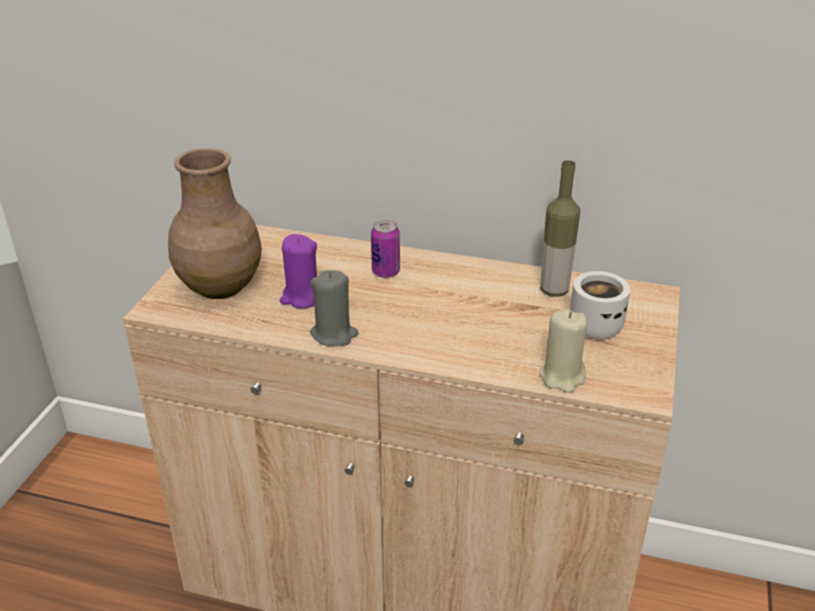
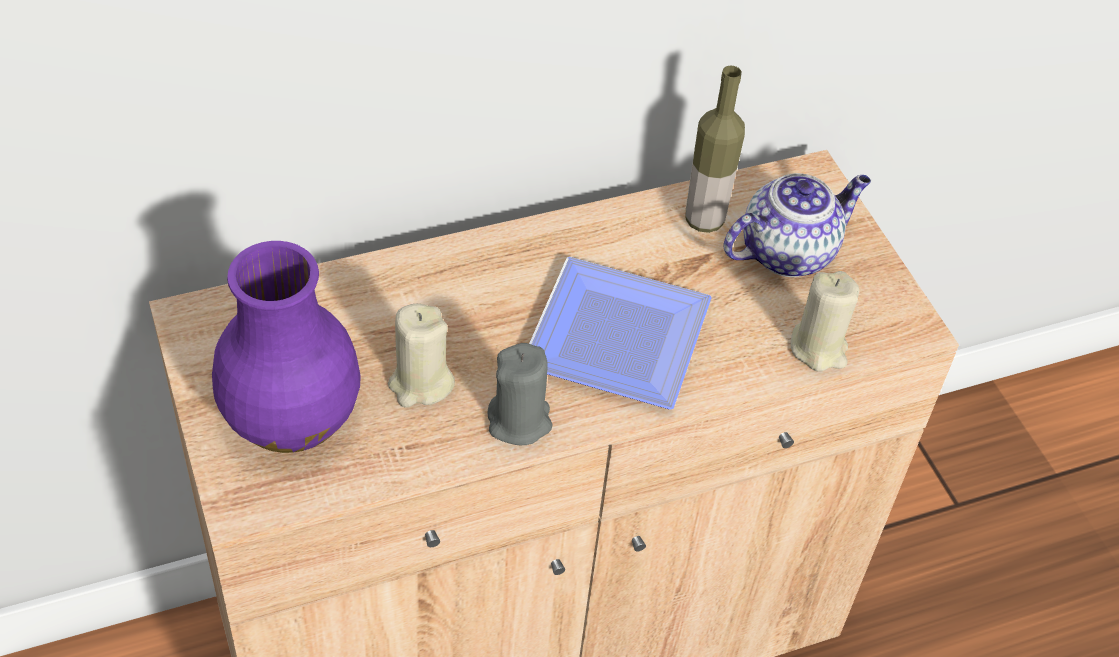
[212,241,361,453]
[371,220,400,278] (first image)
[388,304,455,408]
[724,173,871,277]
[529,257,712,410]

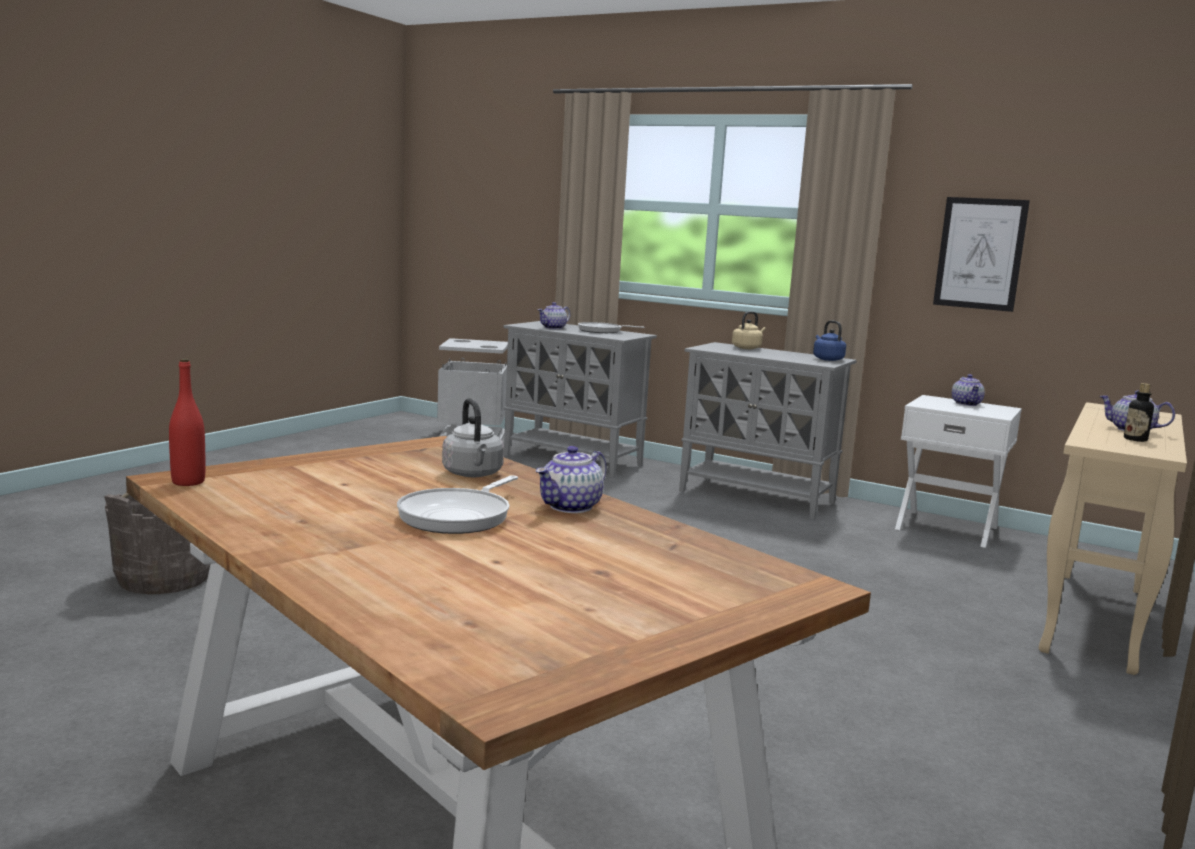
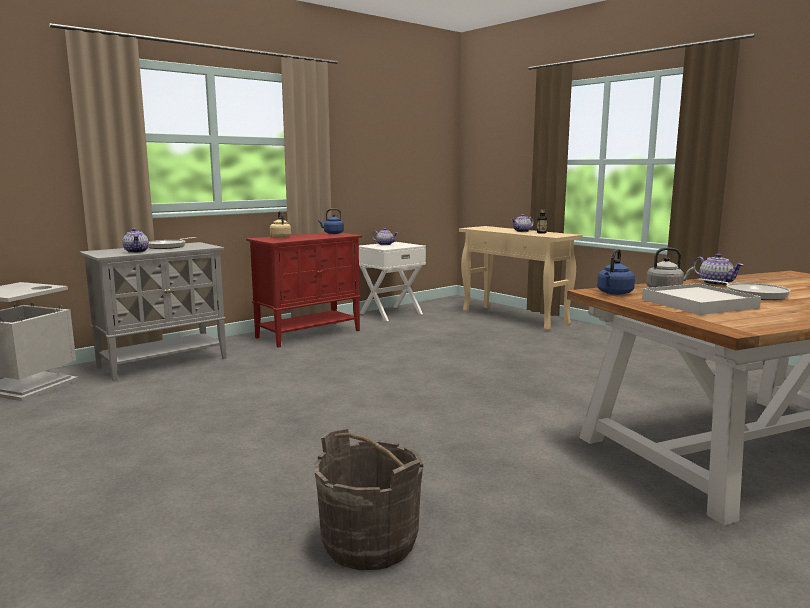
[933,197,1030,312] (first image)
[246,232,362,348]
[169,359,205,486] (first image)
[597,249,635,295]
[642,283,761,315]

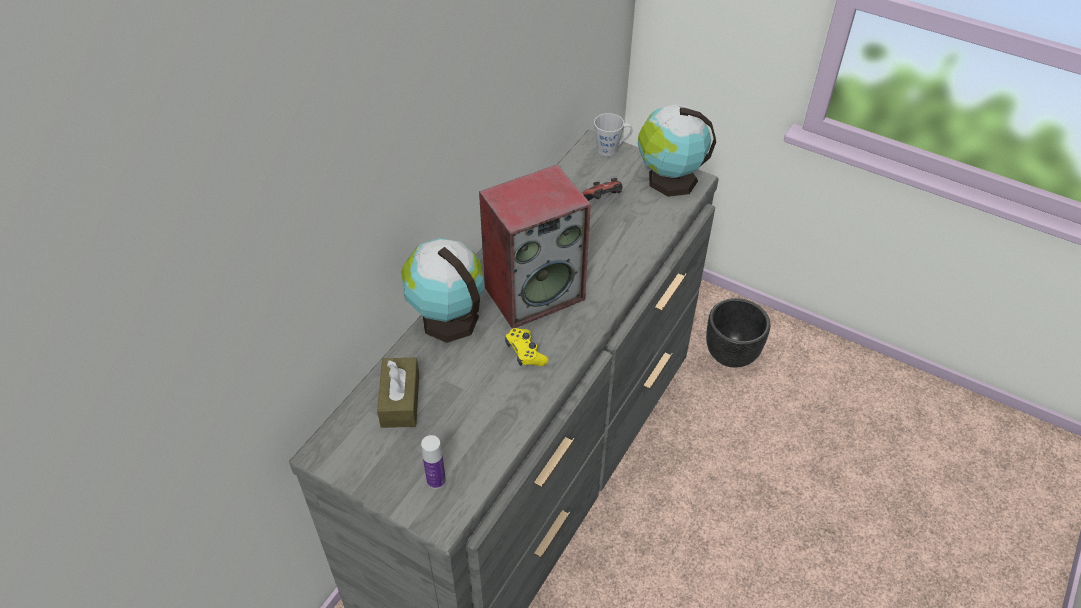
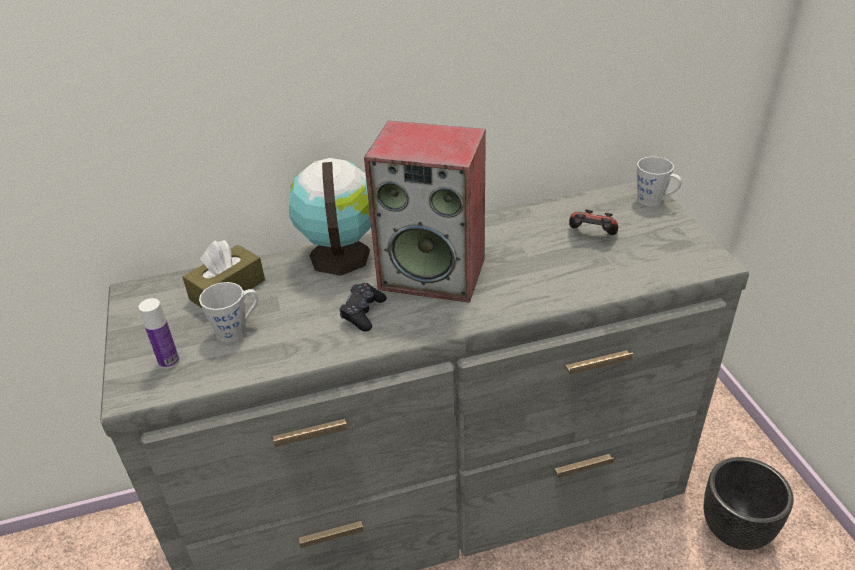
[638,104,716,197] (first image)
[339,283,387,331]
[199,282,259,343]

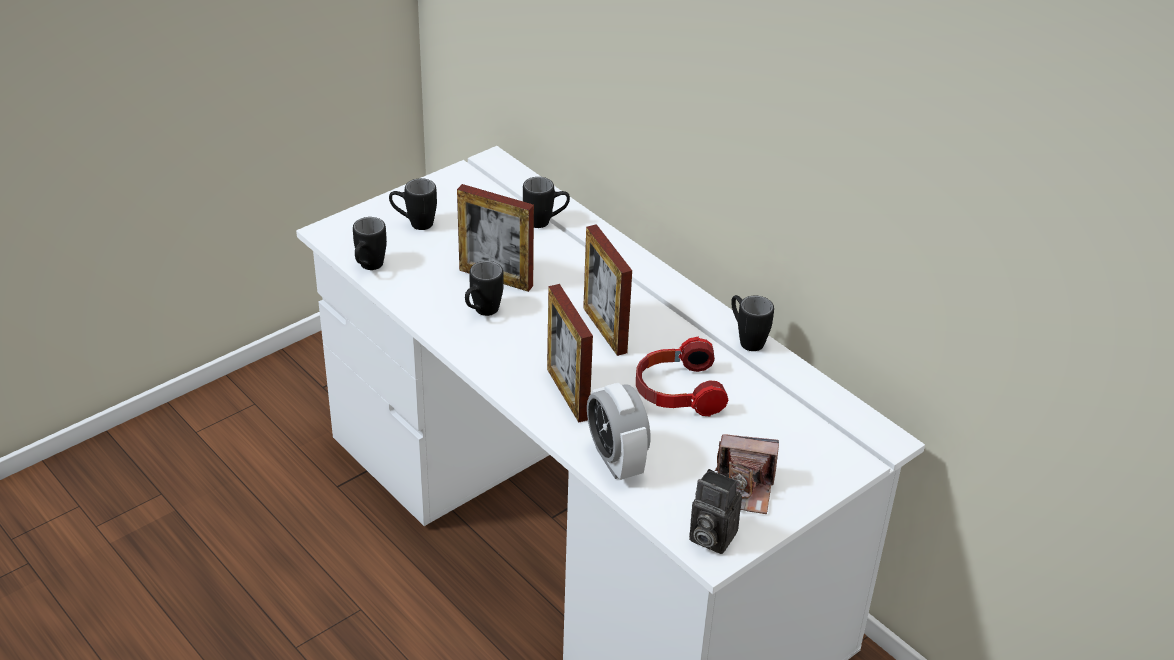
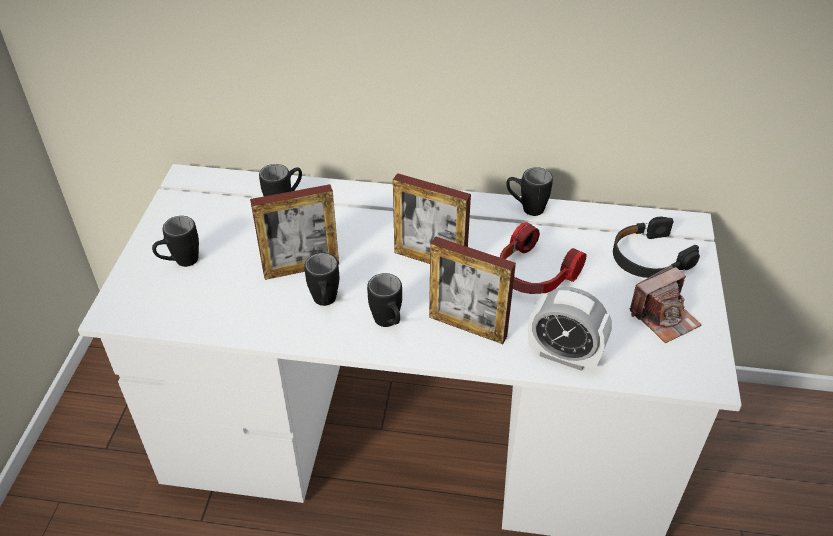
[367,273,402,327]
[689,469,742,554] (first image)
[613,216,700,278]

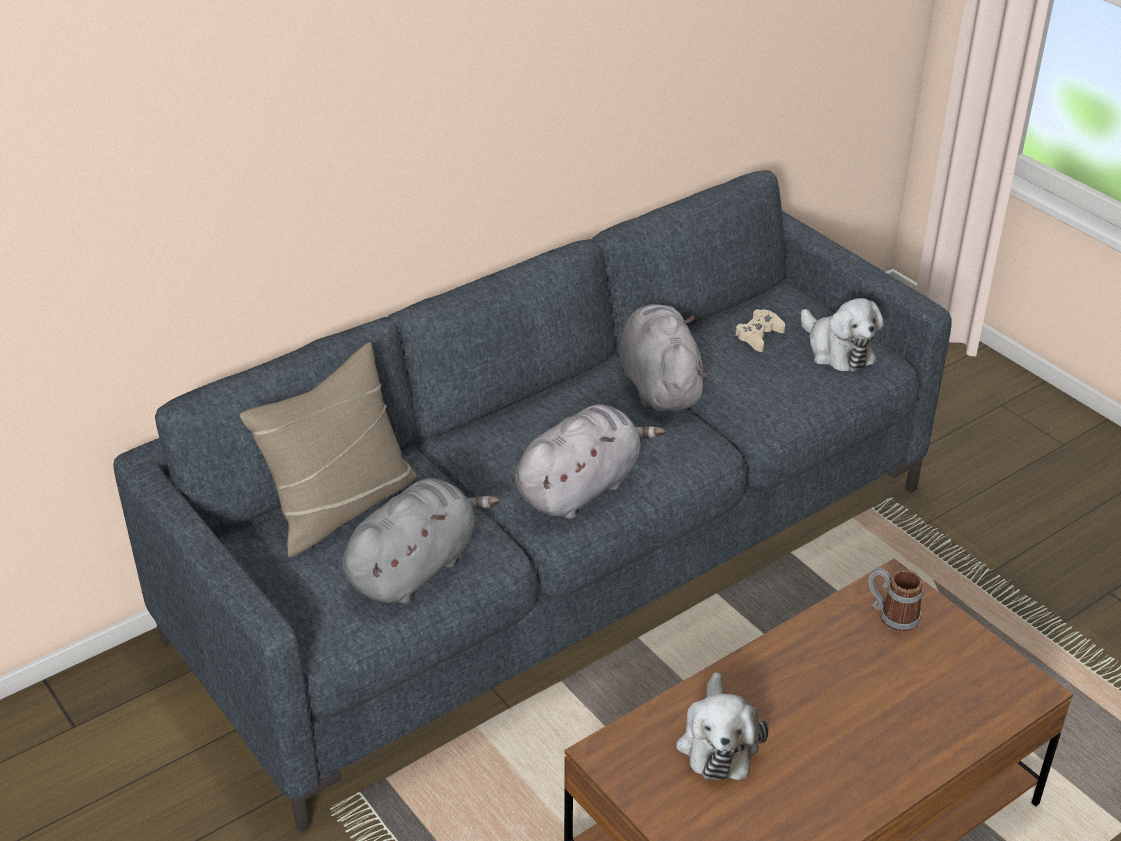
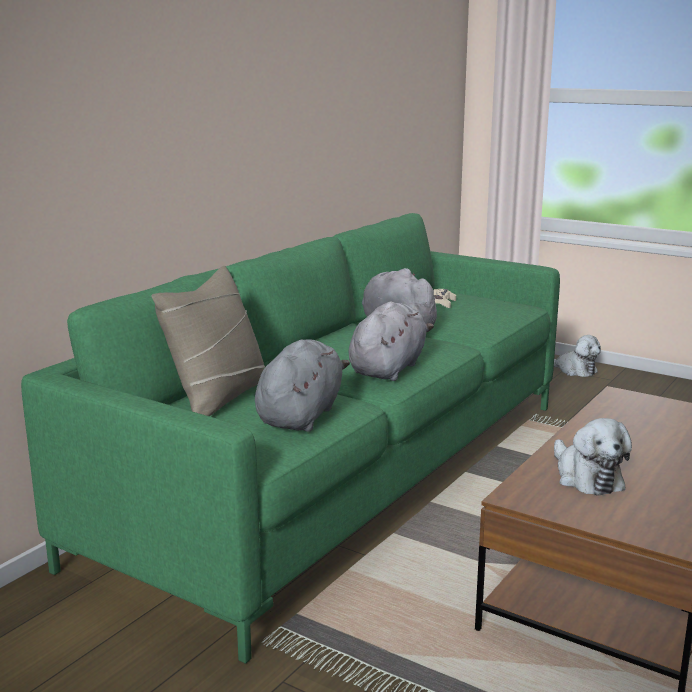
[21,213,560,664]
[554,335,601,377]
[869,568,923,632] (first image)

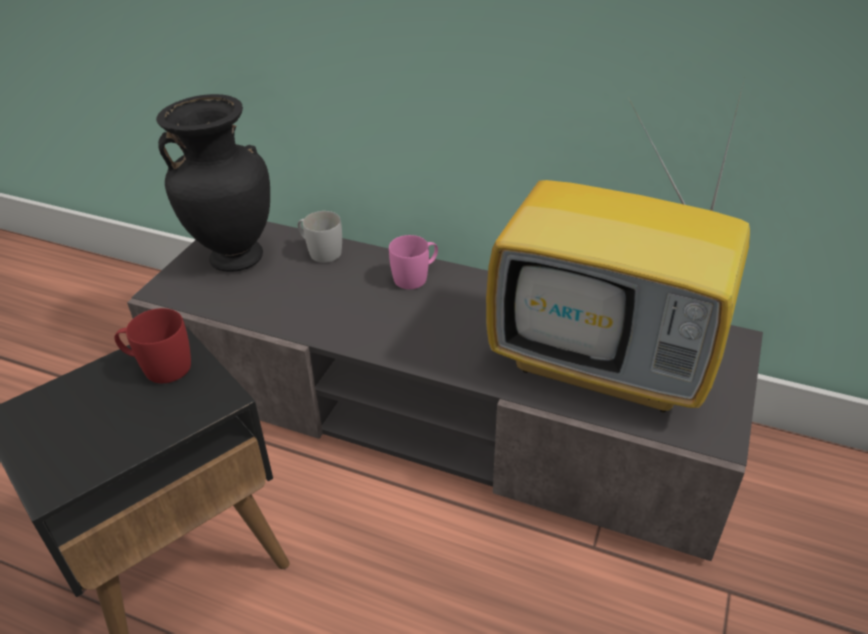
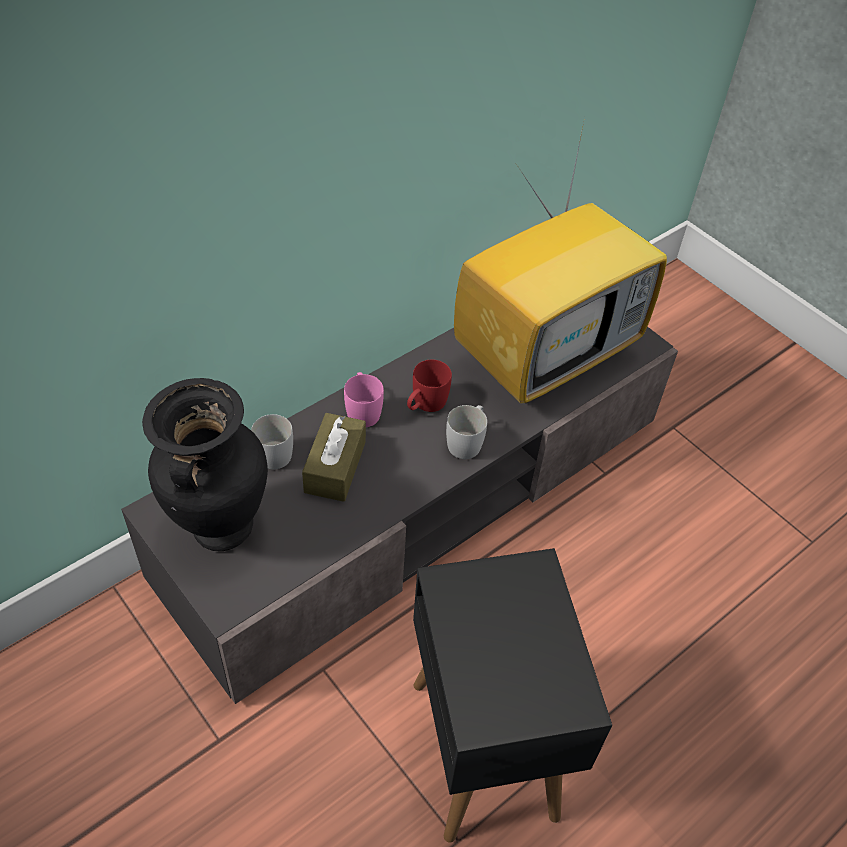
[407,360,452,412]
[446,405,487,459]
[302,413,366,502]

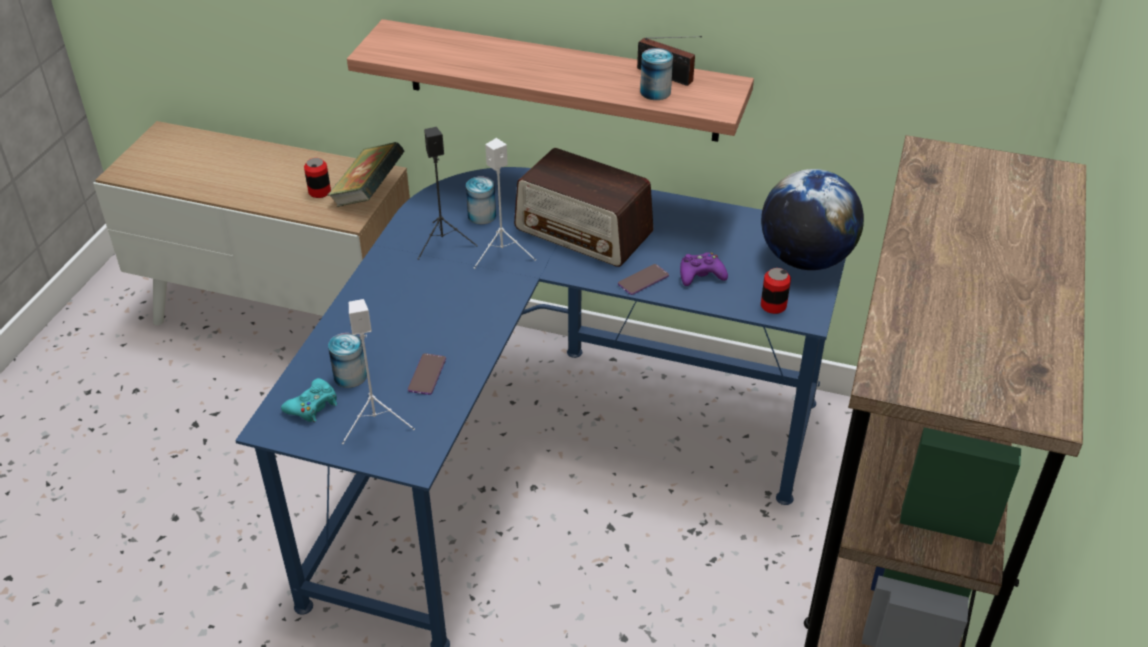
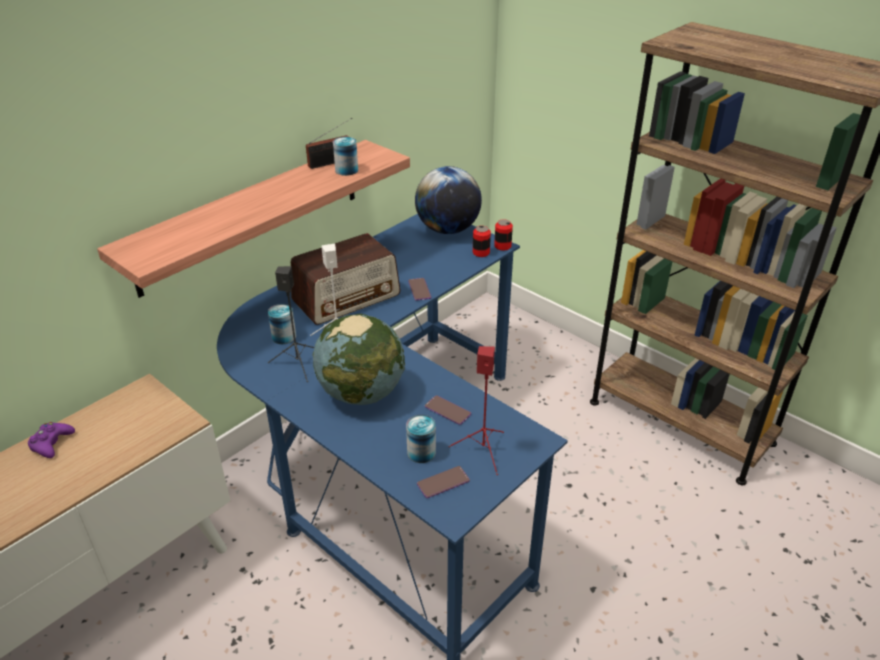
[327,142,405,207] (first image)
[494,219,513,251]
[28,422,75,458]
[448,346,504,475]
[417,466,470,498]
[313,314,405,405]

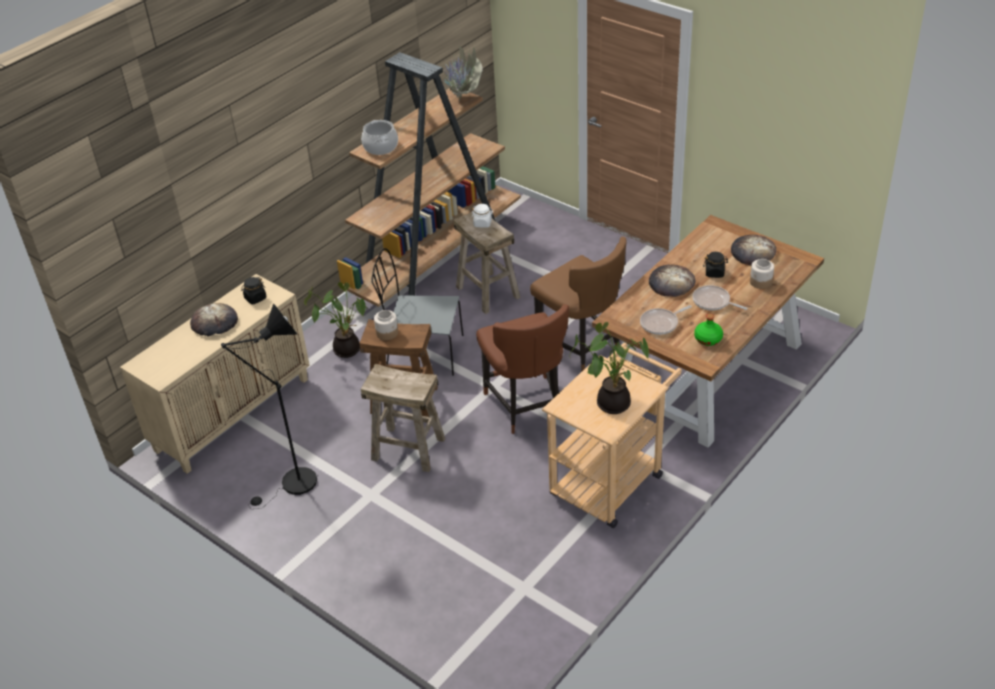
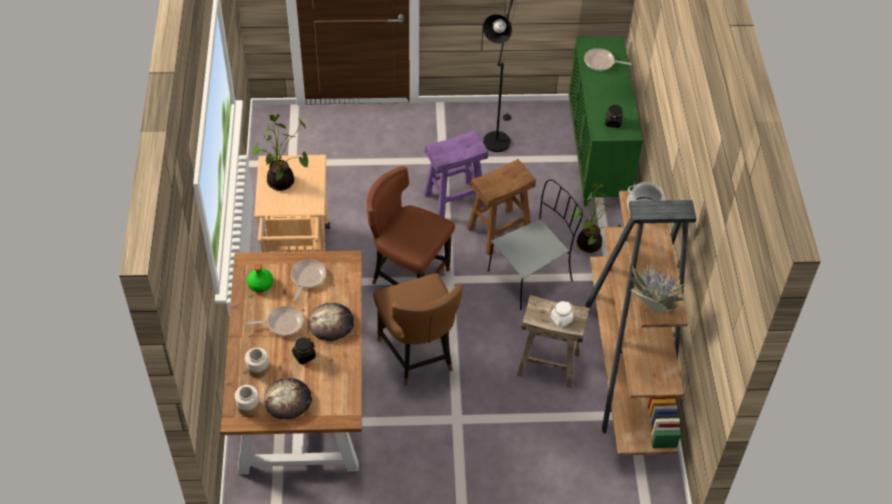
[373,273,463,385]
[569,37,643,206]
[190,303,238,336] (first image)
[235,385,260,416]
[424,130,488,218]
[584,48,631,71]

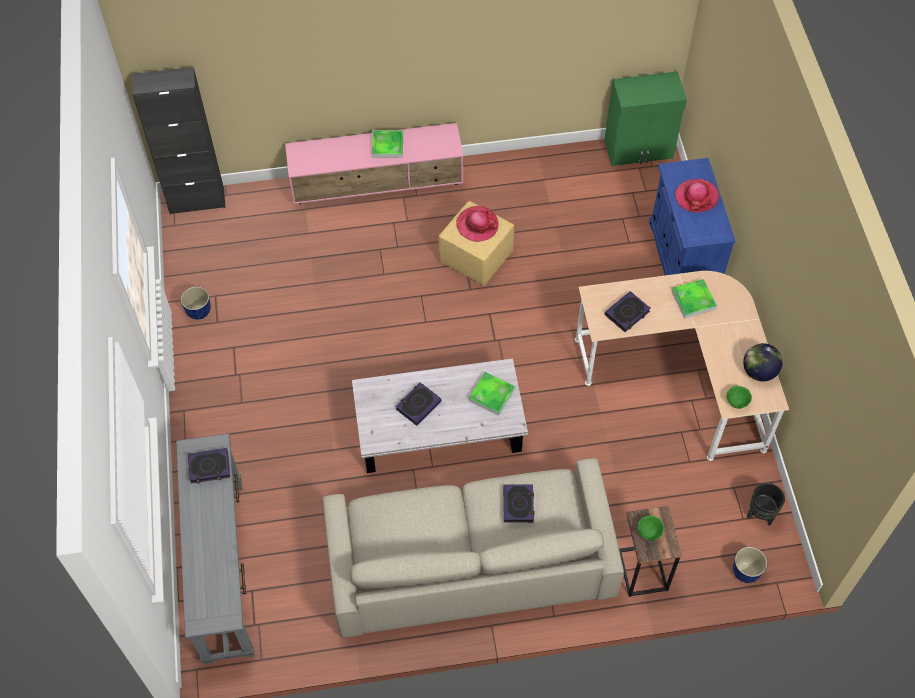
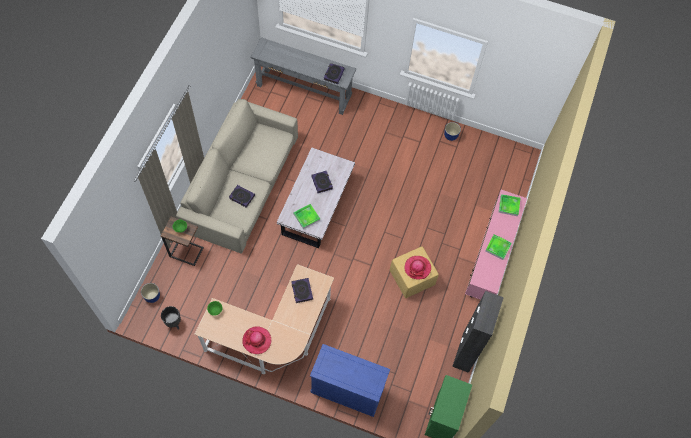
[452,291,504,373]
[242,326,271,354]
[498,194,521,216]
[743,343,782,381] (first image)

